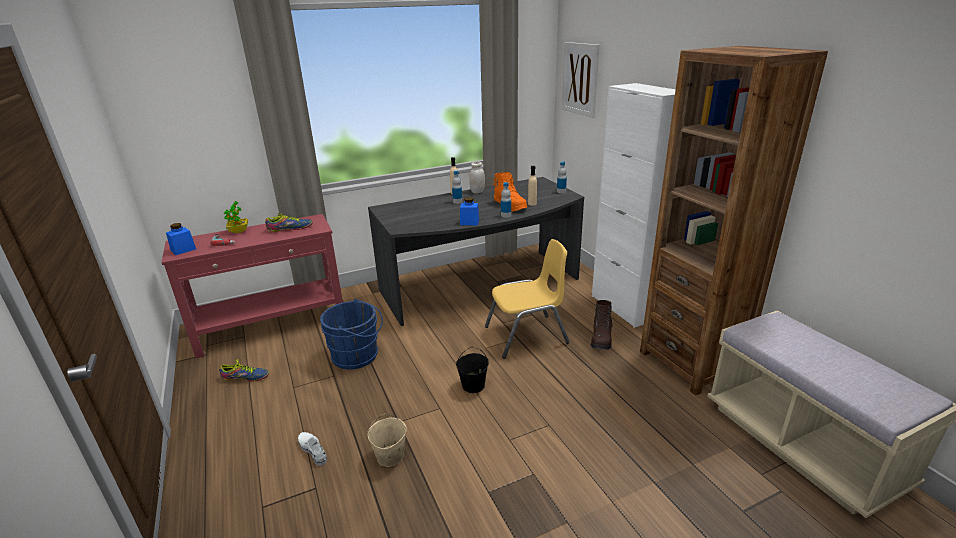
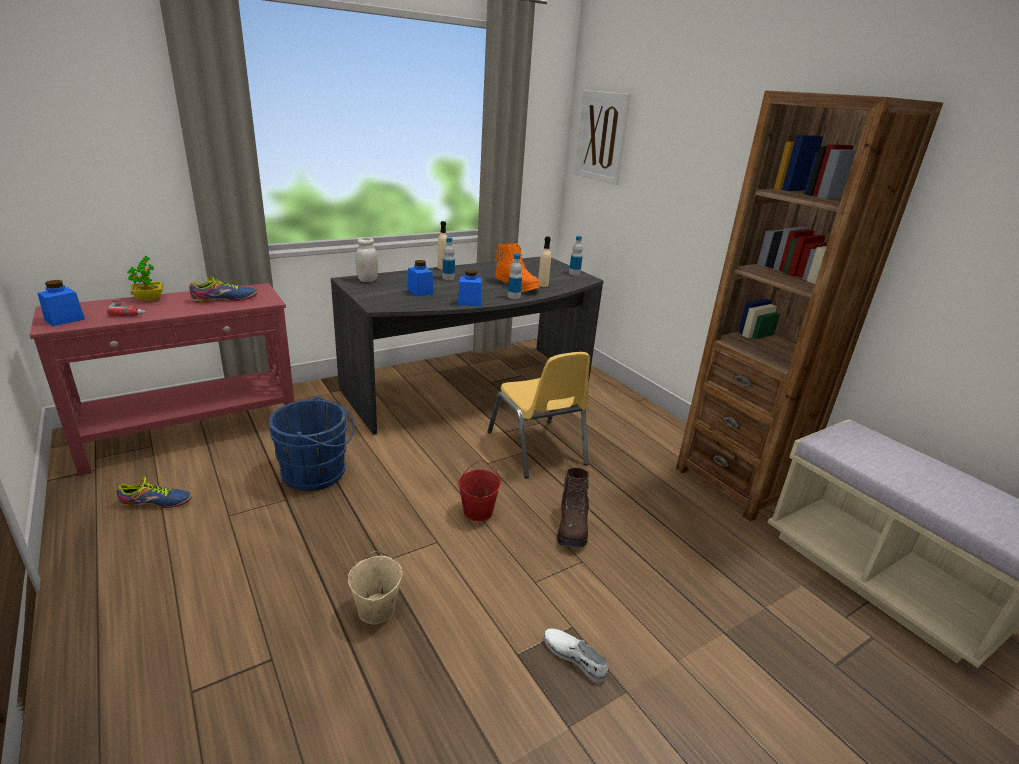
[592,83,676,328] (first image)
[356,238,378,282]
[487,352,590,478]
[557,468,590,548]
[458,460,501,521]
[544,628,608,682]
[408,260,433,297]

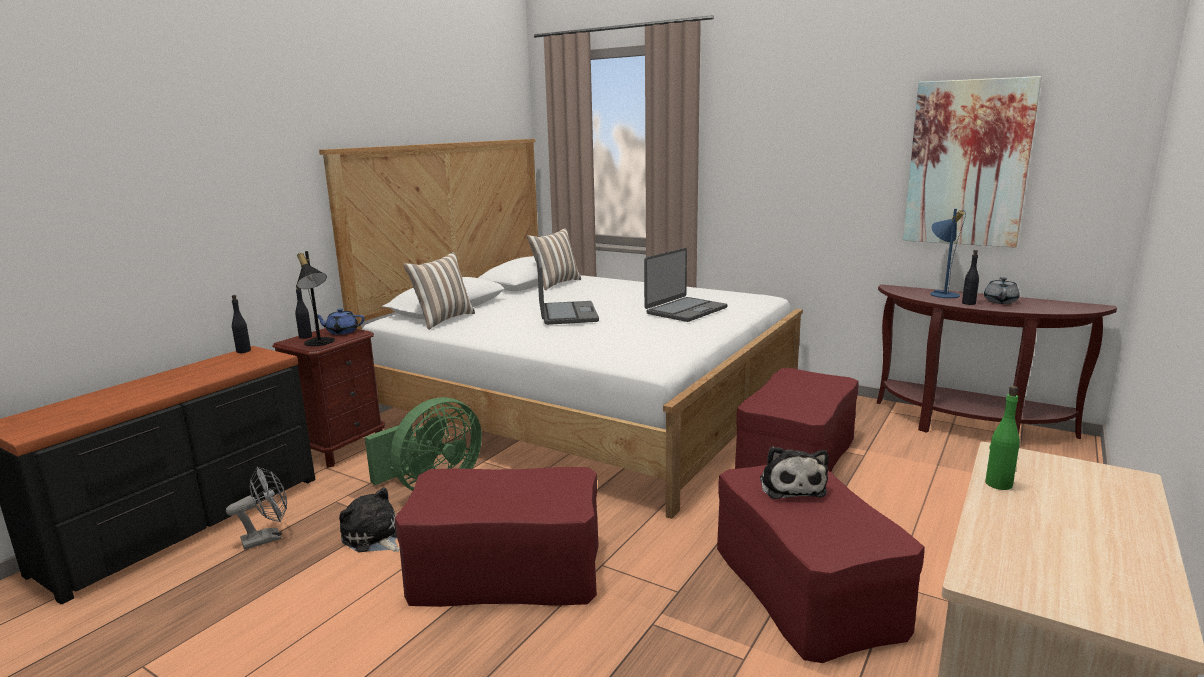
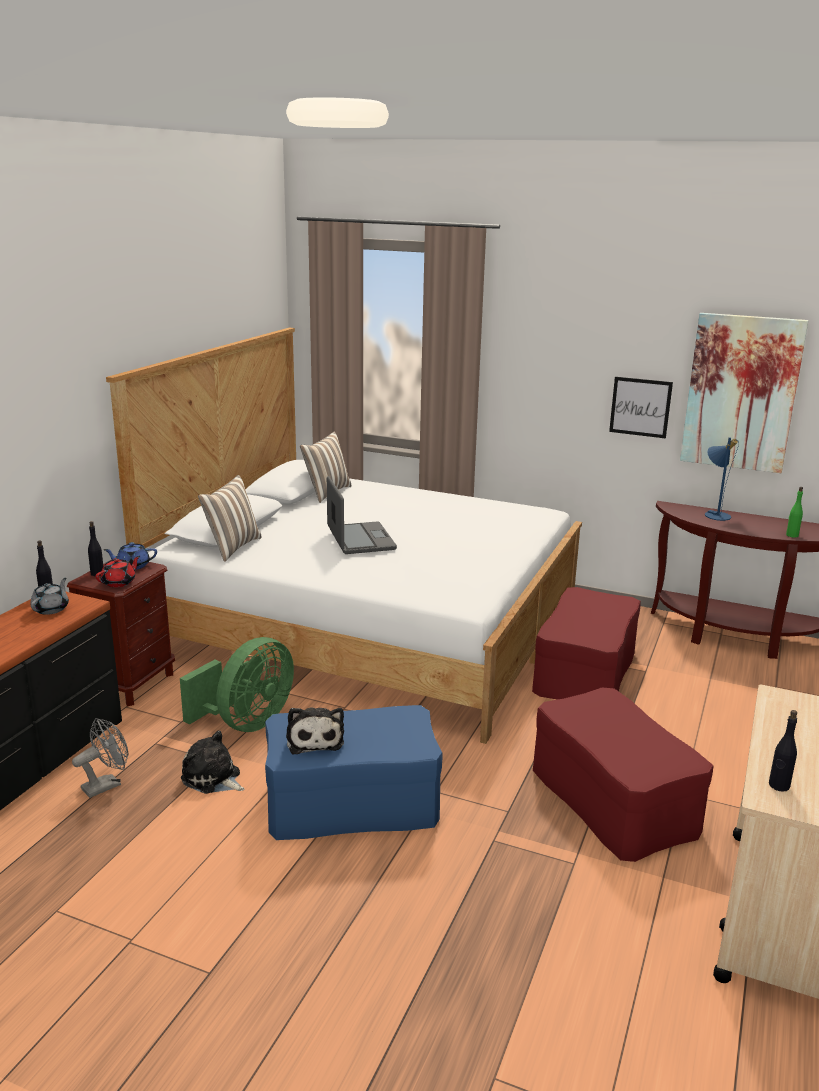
[644,248,727,322] (first image)
[769,710,797,792]
[95,556,140,587]
[30,578,69,615]
[786,487,803,538]
[286,707,344,754]
[265,705,442,840]
[609,377,673,439]

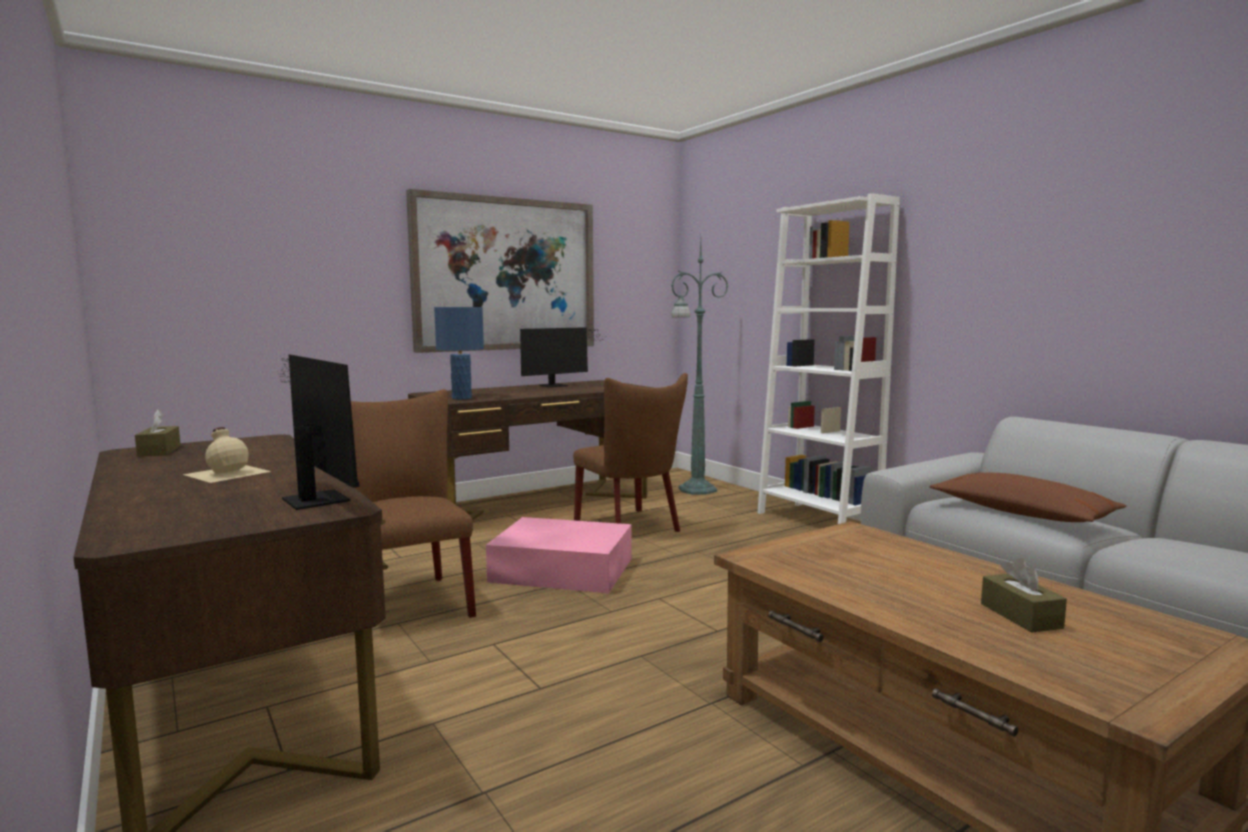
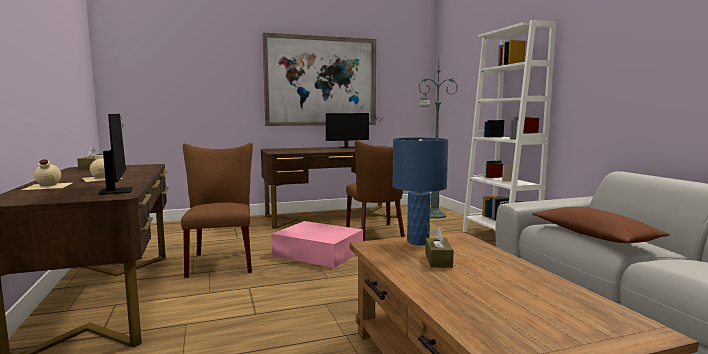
[392,137,449,245]
[425,227,454,268]
[22,159,72,190]

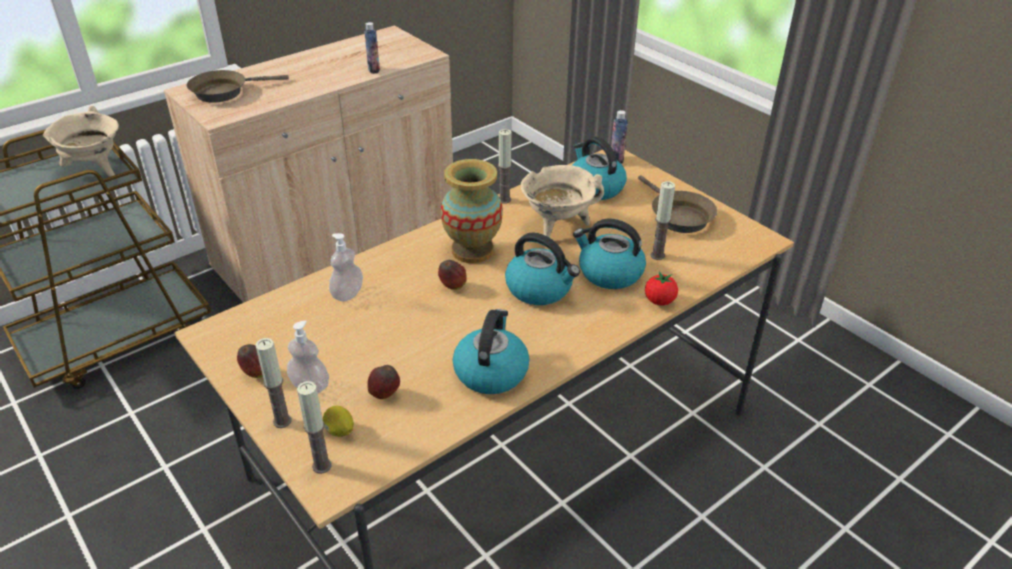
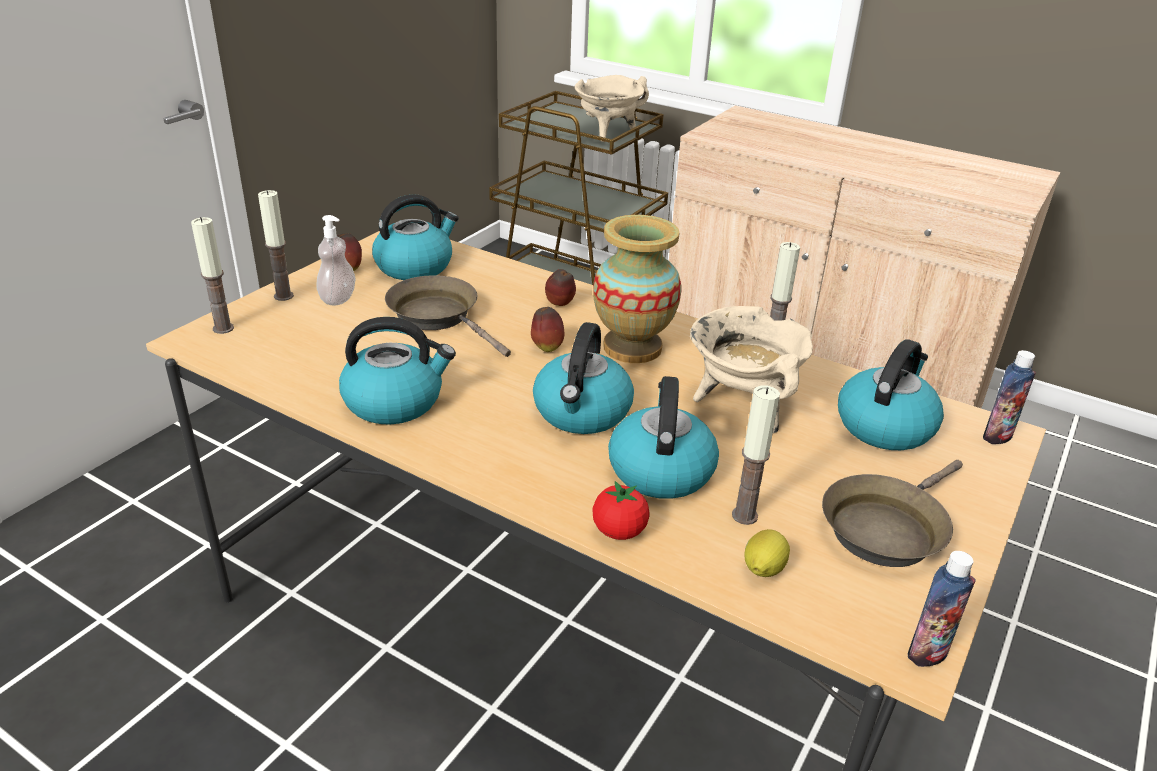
[908,551,976,667]
[385,275,511,357]
[329,233,363,301] (first image)
[545,269,576,306]
[744,529,790,577]
[372,194,459,280]

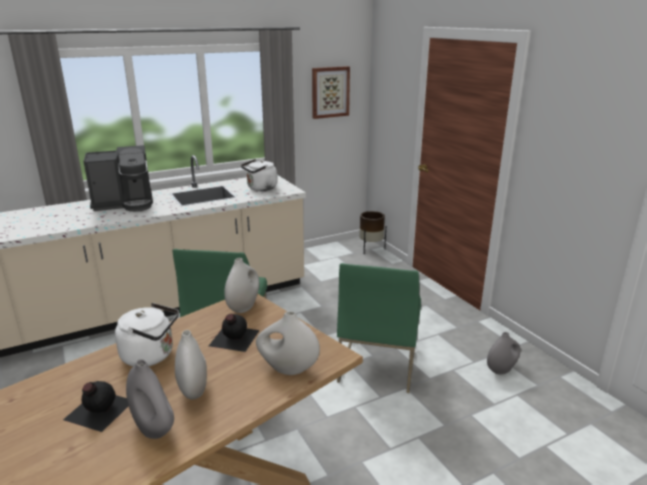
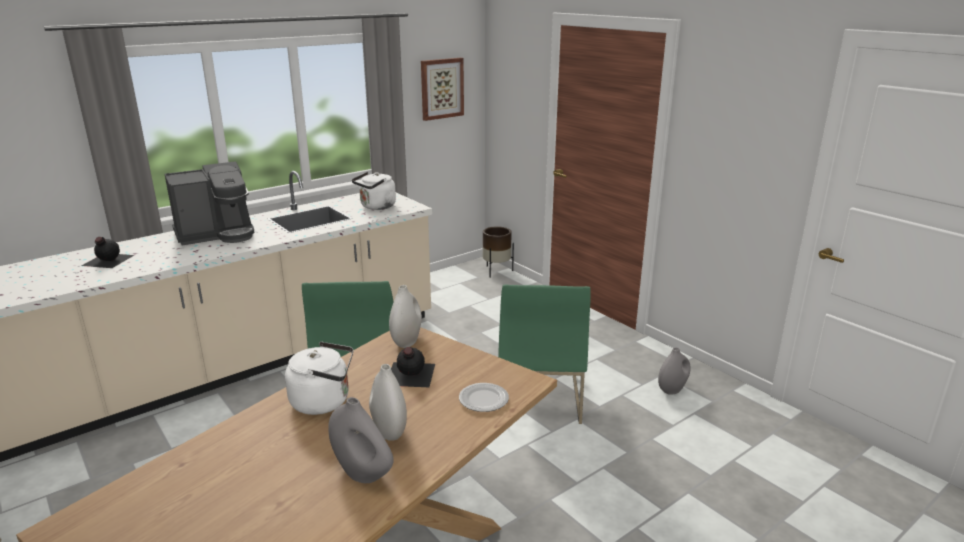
[459,383,509,412]
[82,237,134,268]

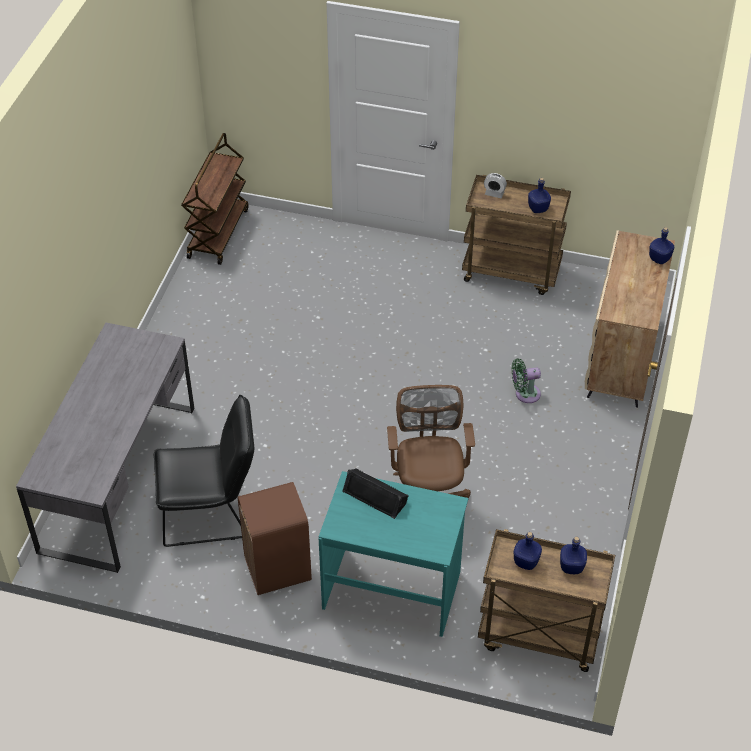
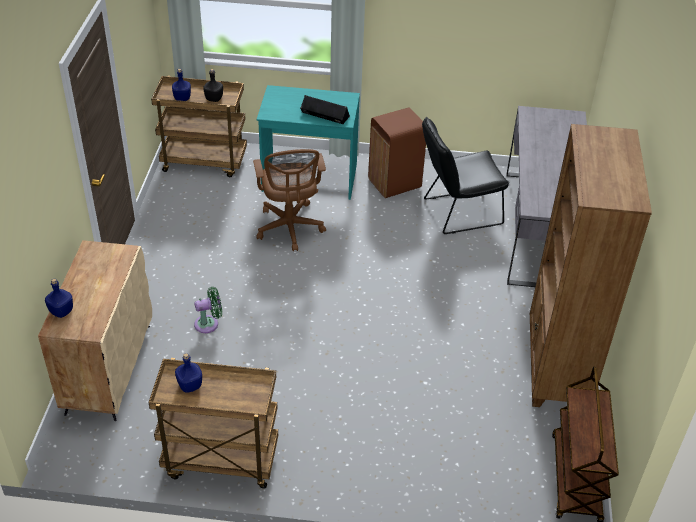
[484,173,507,198] (first image)
[203,69,223,102]
[530,124,652,407]

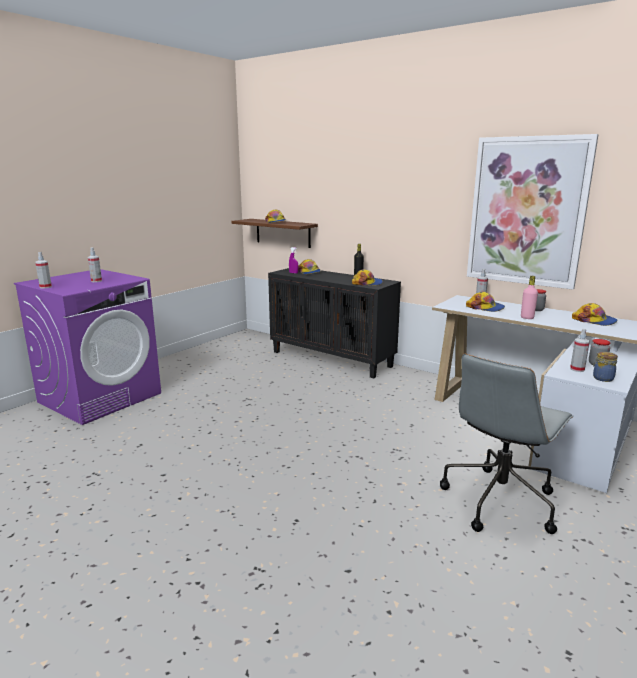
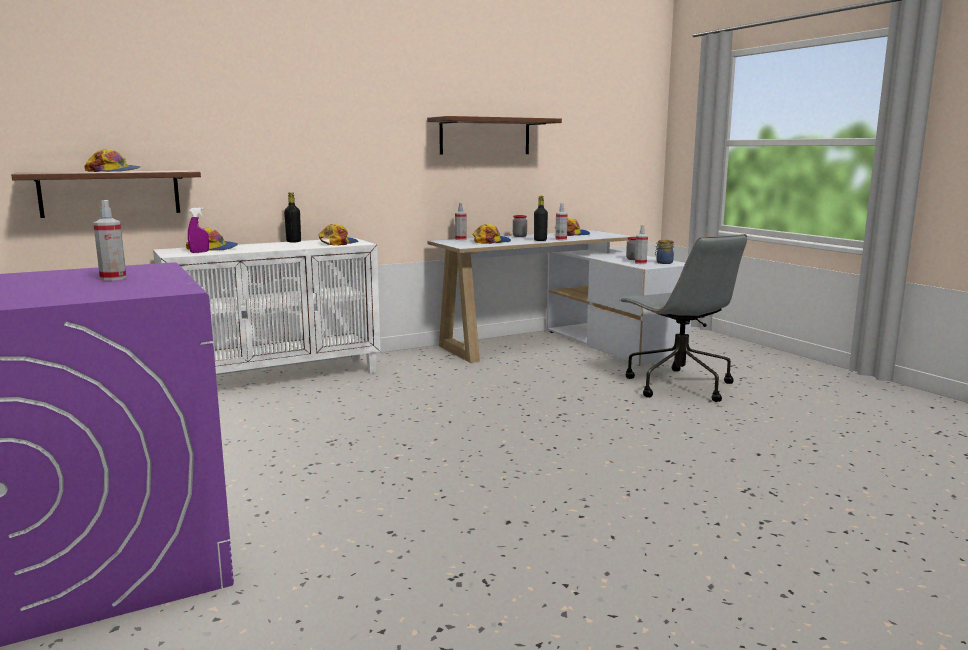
[427,116,562,155]
[555,203,568,240]
[153,238,381,374]
[534,196,548,241]

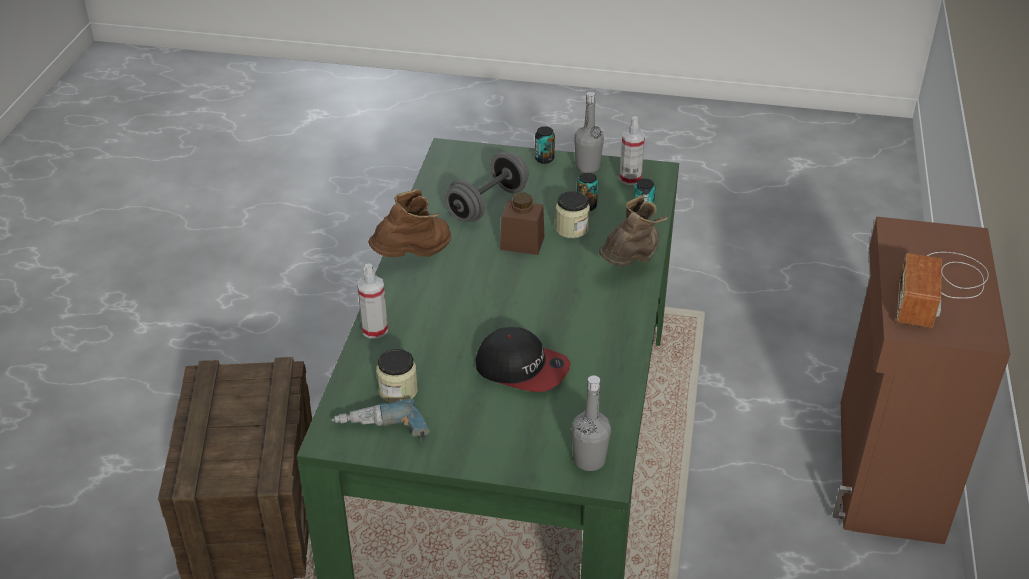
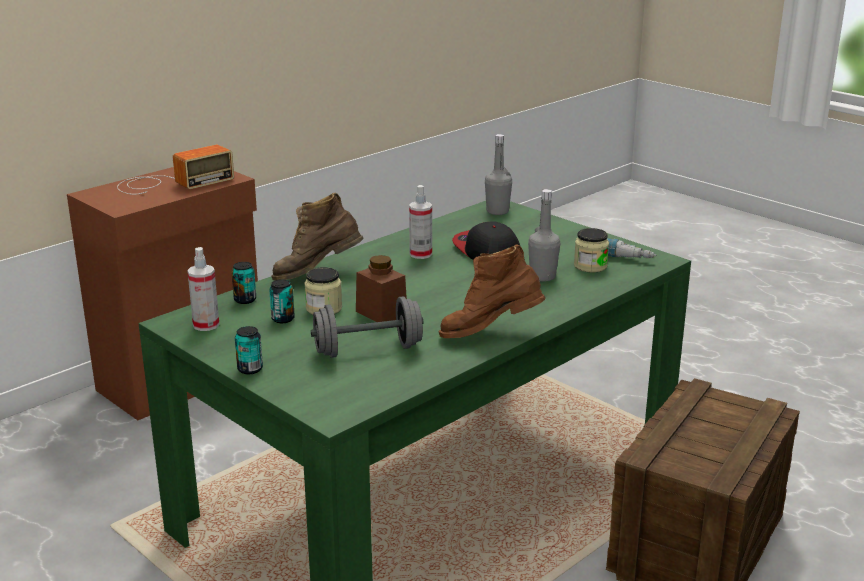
[528,189,560,282]
[409,185,432,259]

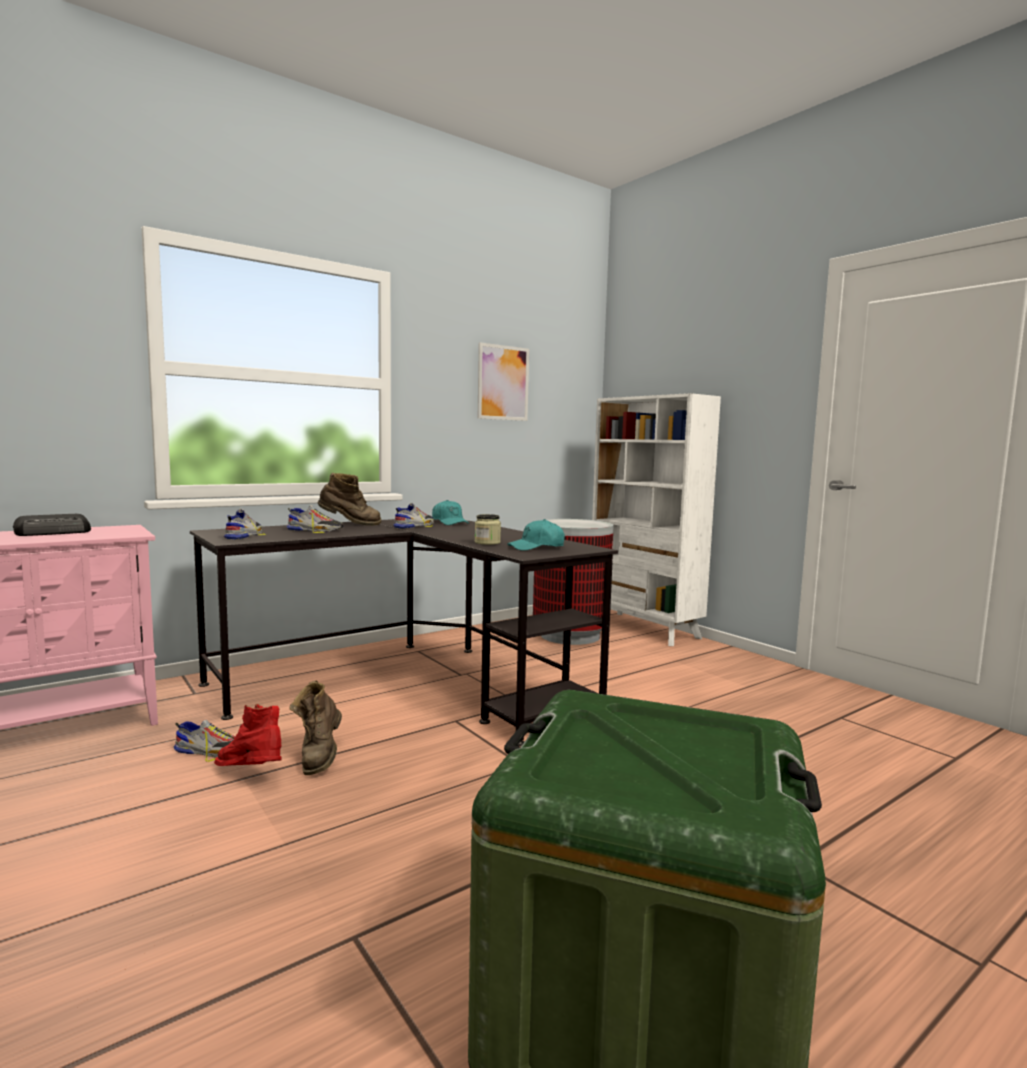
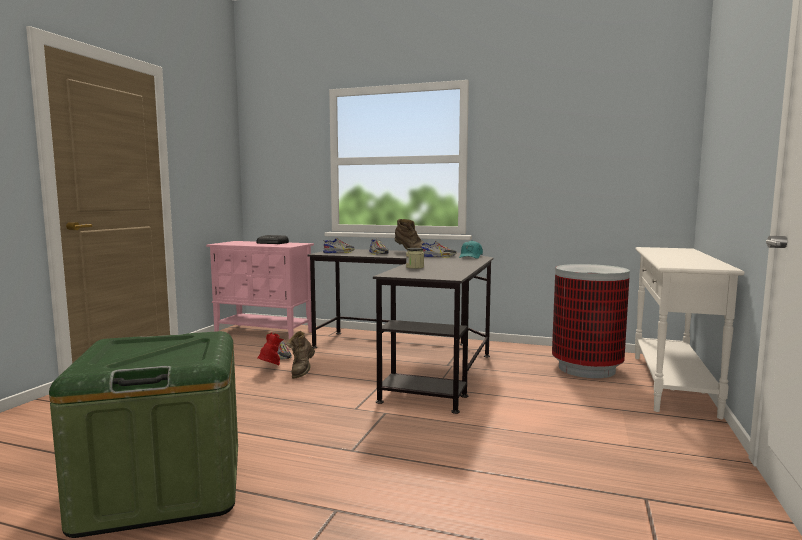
[478,342,529,421] (first image)
[635,247,745,419]
[507,519,565,551] (first image)
[286,331,315,379]

